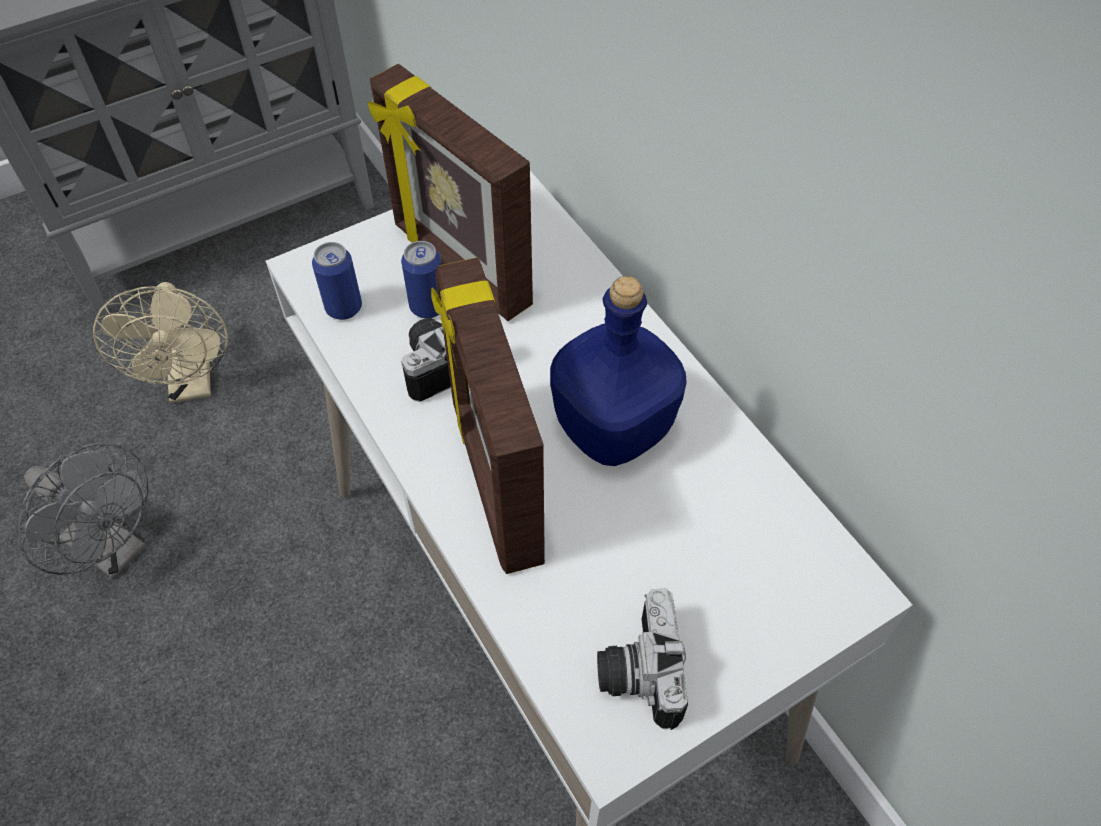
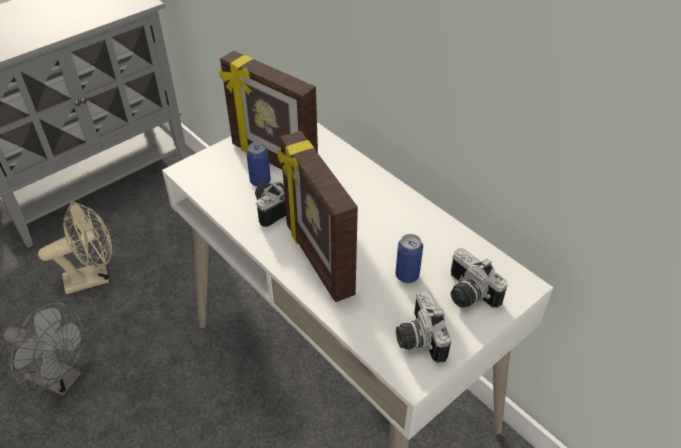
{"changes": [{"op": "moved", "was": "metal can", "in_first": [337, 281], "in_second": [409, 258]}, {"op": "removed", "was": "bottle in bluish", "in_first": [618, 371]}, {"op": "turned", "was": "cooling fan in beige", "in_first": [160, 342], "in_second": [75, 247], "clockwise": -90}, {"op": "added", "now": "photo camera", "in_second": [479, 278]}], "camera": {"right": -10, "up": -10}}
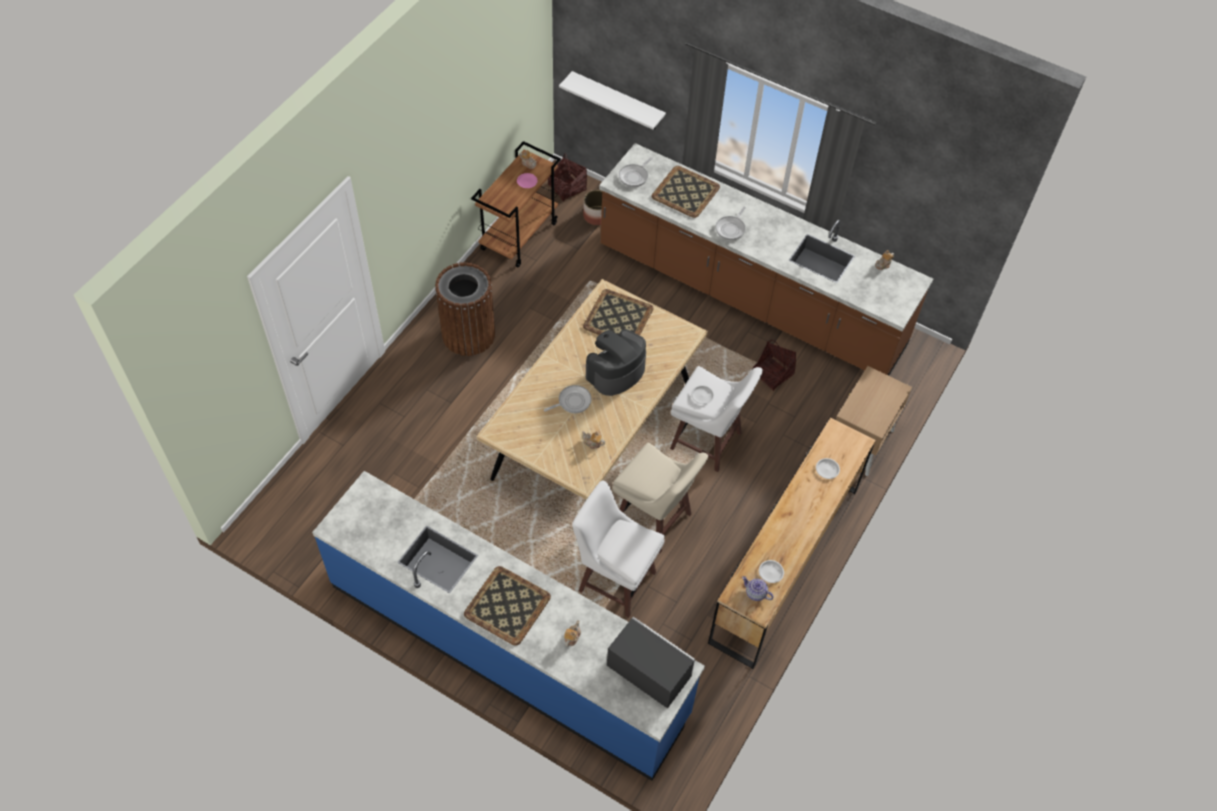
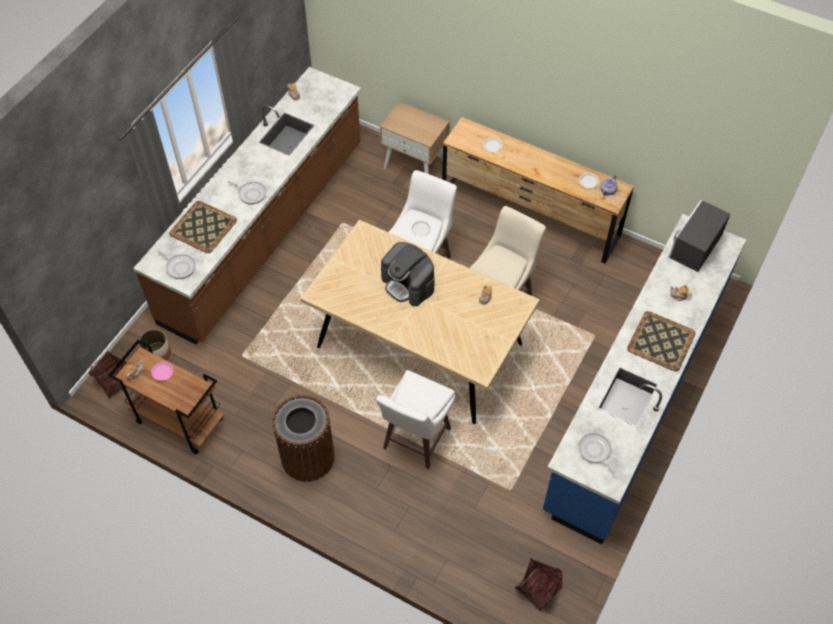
{"changes": [{"op": "removed", "was": "wall shelf in white", "in_first": [612, 100]}, {"op": "removed", "was": "carrying tray", "in_first": [618, 312]}, {"op": "moved", "was": "basket", "in_first": [774, 365], "in_second": [539, 584]}, {"op": "moved", "was": "pan", "in_first": [567, 399], "in_second": [596, 454]}, {"op": "moved", "was": "stool seat in white", "in_first": [618, 549], "in_second": [416, 419]}], "camera": {"right": -90, "up": 0}}
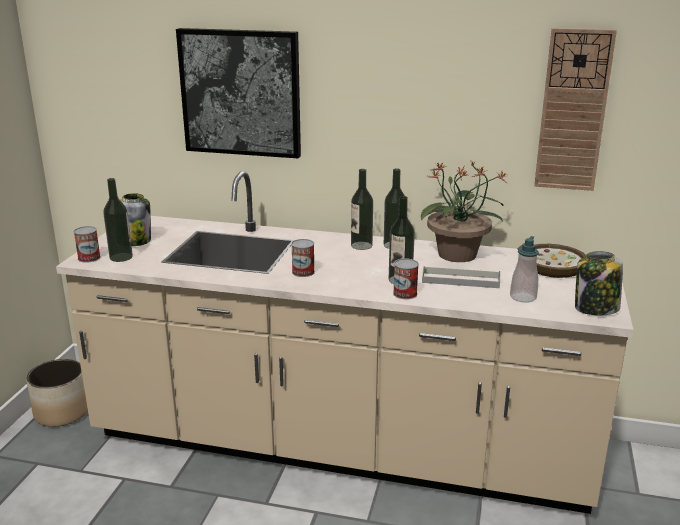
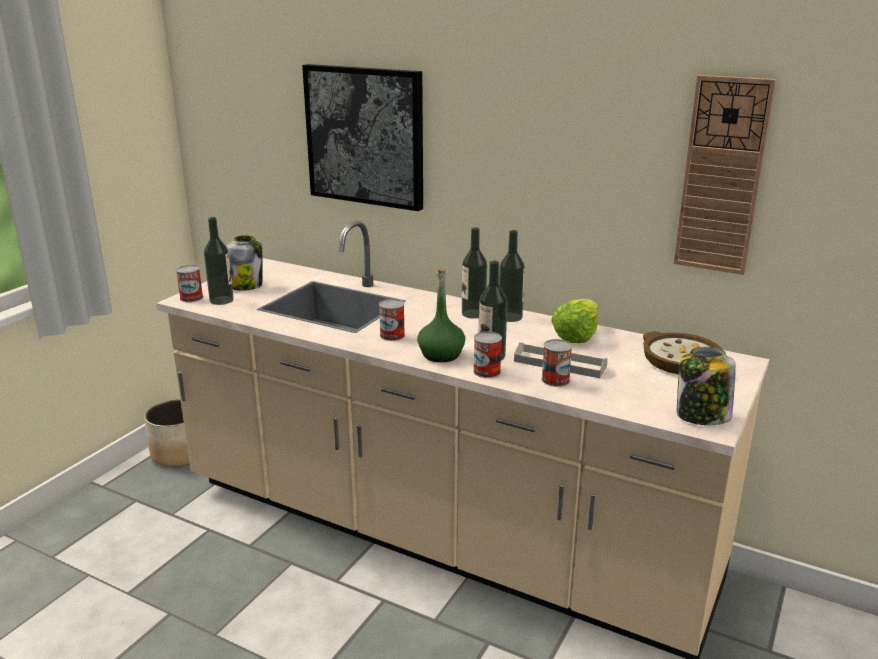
{"changes": [{"op": "replaced", "was": "houseplant", "now": "head of lettuce", "in_first": [464, 212], "in_second": [574, 321]}, {"op": "removed", "was": "liquid soap bottle", "in_first": [524, 269]}, {"op": "added", "now": "bottle in green", "in_second": [441, 314]}, {"op": "added", "now": "metal can", "in_second": [557, 363]}], "camera": {"right": 15, "up": 0}}
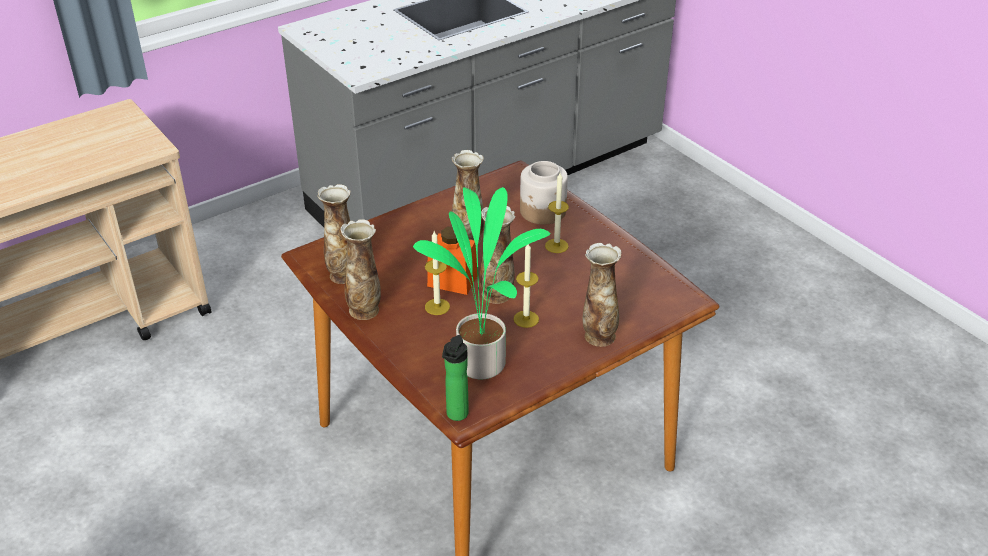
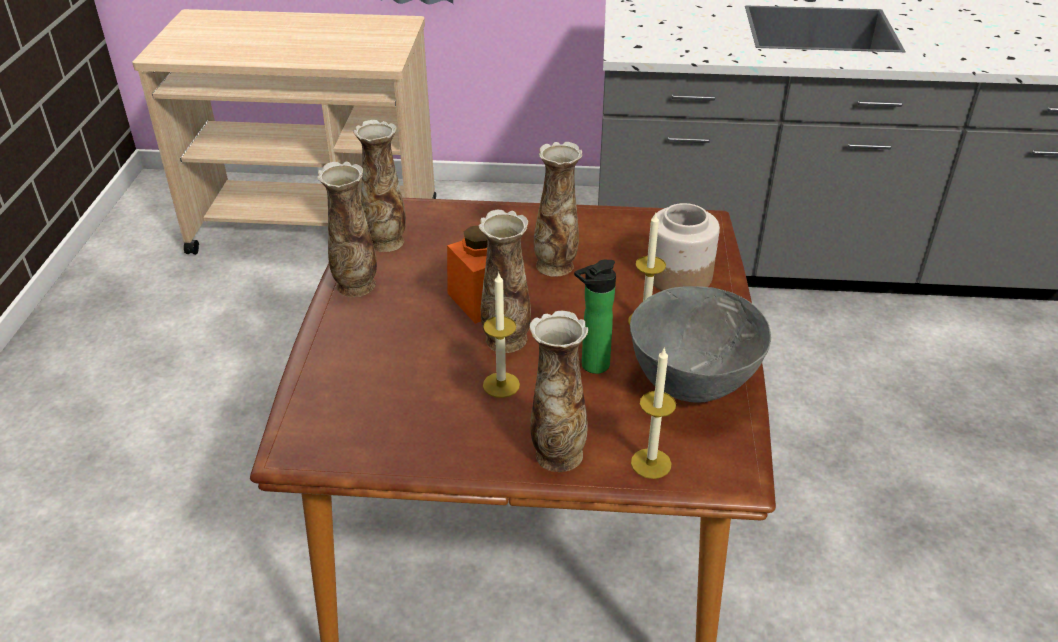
{"changes": [{"op": "removed", "was": "houseplant", "in_first": [482, 283]}, {"op": "moved", "was": "candle", "in_first": [437, 273], "in_second": [653, 413]}, {"op": "moved", "was": "bottle", "in_first": [455, 378], "in_second": [595, 317]}, {"op": "added", "now": "deep dish in greyish", "in_second": [700, 344]}], "camera": {"right": 40, "up": 0}}
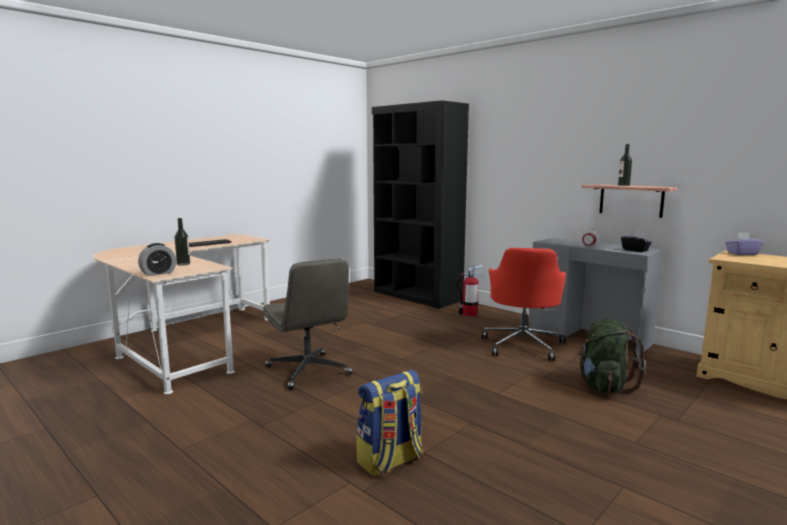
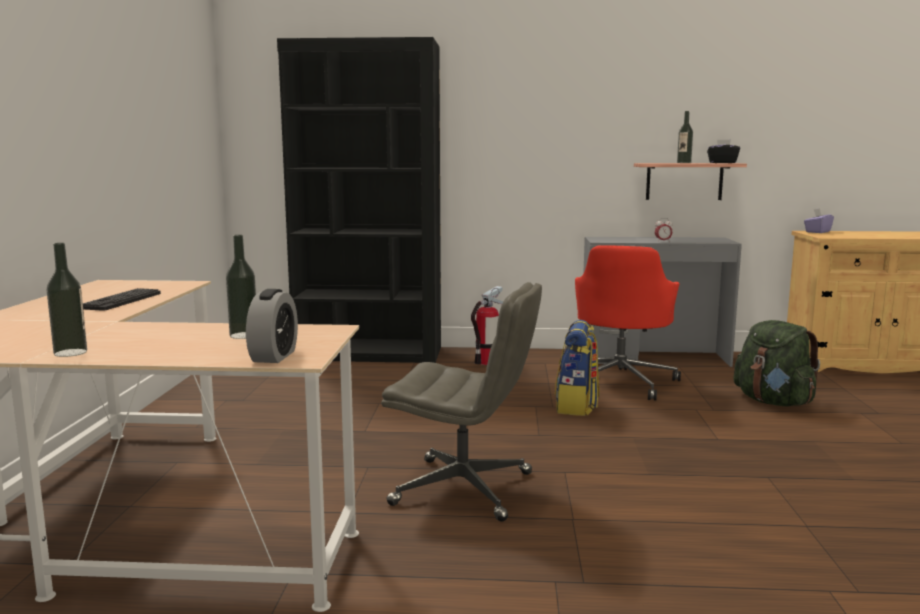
{"changes": [{"op": "moved", "was": "tissue holder in black", "in_first": [636, 241], "in_second": [723, 151]}, {"op": "turned", "was": "computer chair in red-coloured", "in_first": [524, 304], "in_second": [628, 323], "clockwise": 45}, {"op": "moved", "was": "rucksack", "in_first": [389, 423], "in_second": [577, 368]}, {"op": "added", "now": "bottle", "in_second": [67, 300]}], "camera": {"right": -40, "up": 0}}
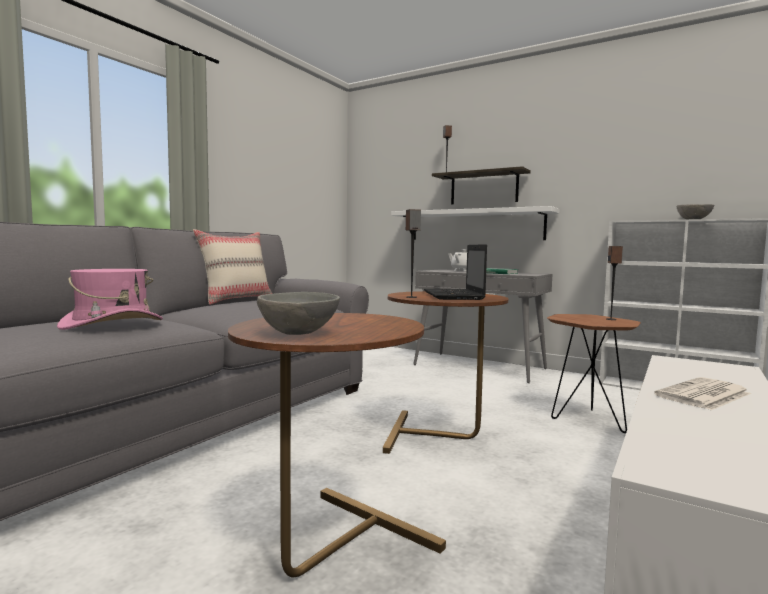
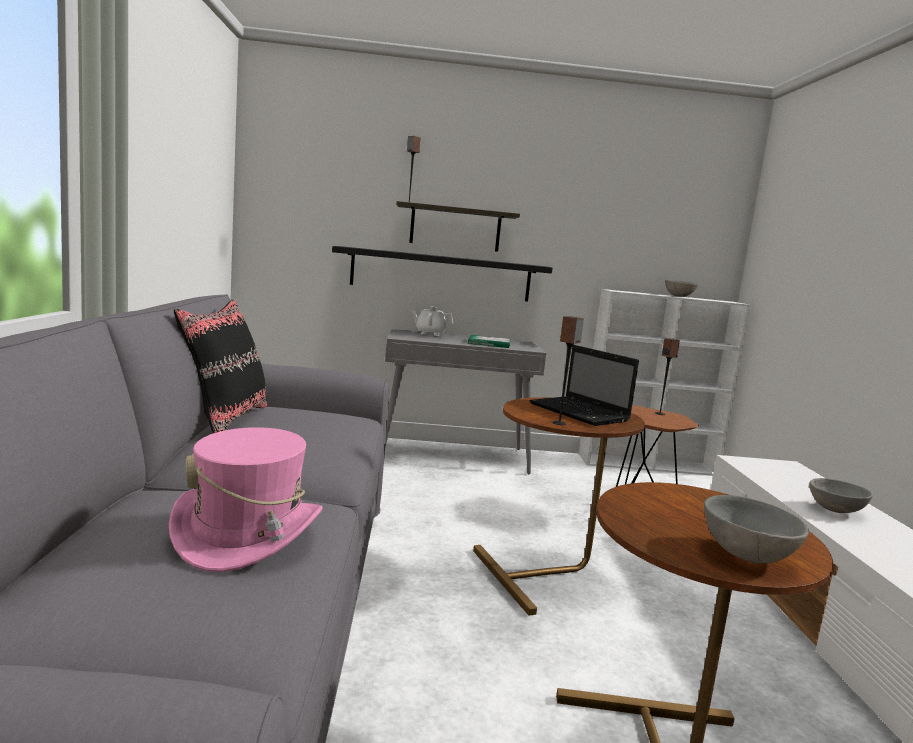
{"changes": [{"op": "recoloured", "was": "wall shelf in white", "now": "wall shelf in black", "in_first": [475, 223], "in_second": [442, 274]}, {"op": "recoloured", "was": "pillow in beige", "now": "pillow in black", "in_first": [232, 267], "in_second": [220, 366]}, {"op": "replaced", "was": "newspaper", "now": "deep dish in greyish", "in_first": [702, 393], "in_second": [841, 495]}], "camera": {"right": -35, "up": 5}}
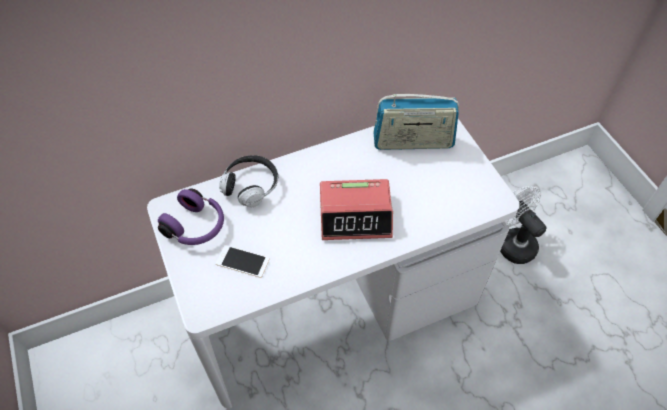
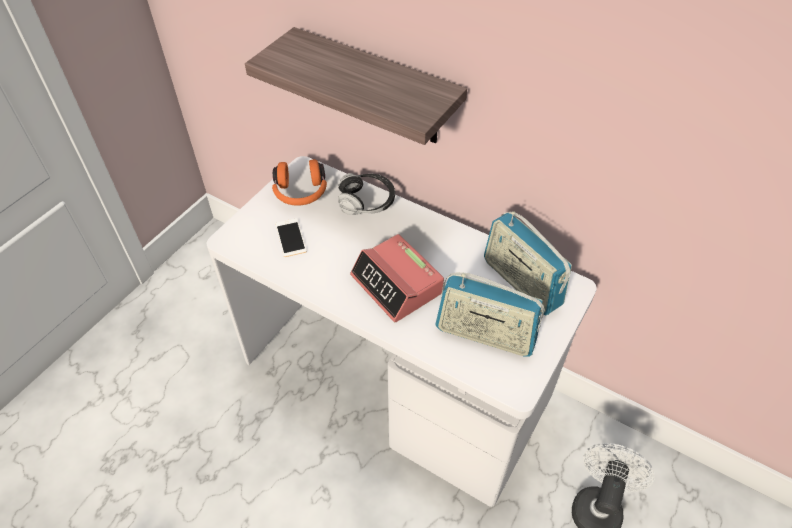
{"changes": [{"op": "recoloured", "was": "headset in purple", "now": "headset in orangey", "in_first": [191, 216], "in_second": [299, 182]}, {"op": "added", "now": "wall shelf", "in_second": [356, 86]}, {"op": "added", "now": "radio set", "in_second": [490, 314]}], "camera": {"right": 55, "up": -5}}
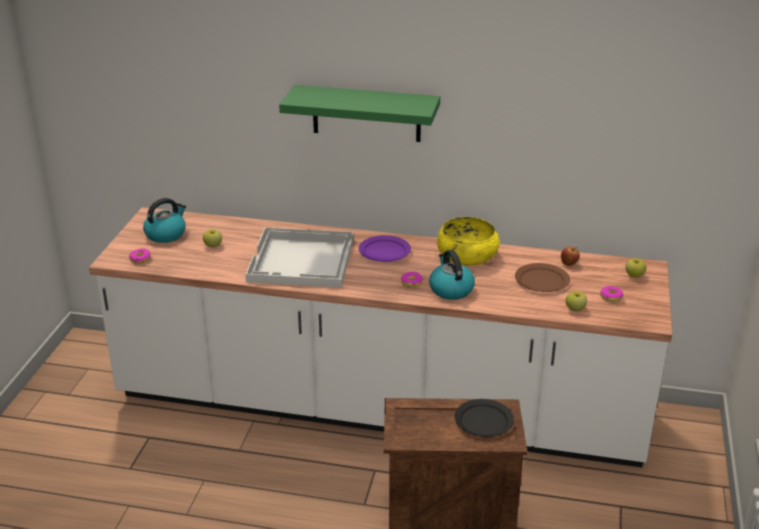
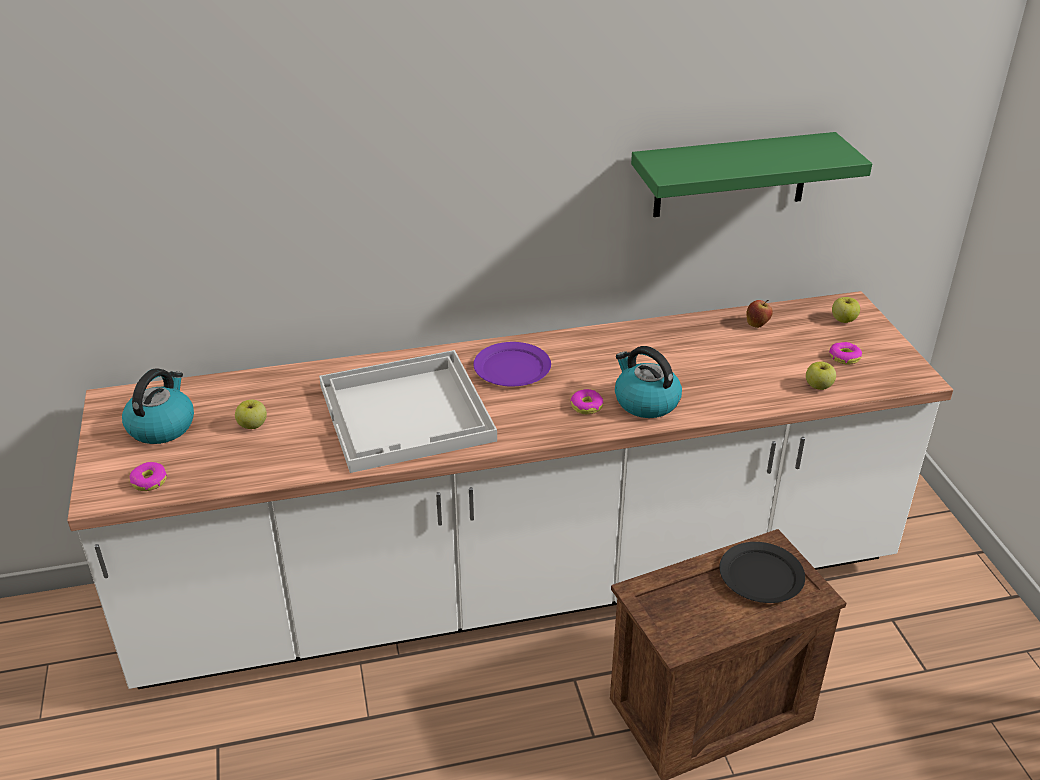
{"changes": [{"op": "moved", "was": "wall shelf in green", "in_first": [359, 113], "in_second": [751, 174]}, {"op": "removed", "was": "deep dish in yellowish", "in_first": [468, 241]}, {"op": "removed", "was": "plate in brown-coloured", "in_first": [542, 277]}], "camera": {"right": -25, "up": 5}}
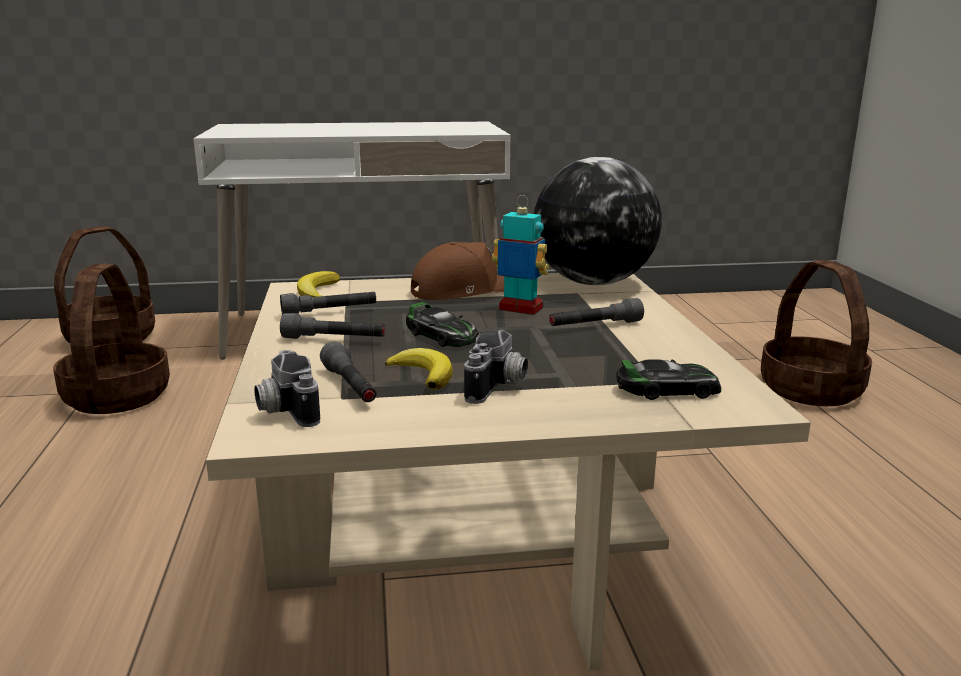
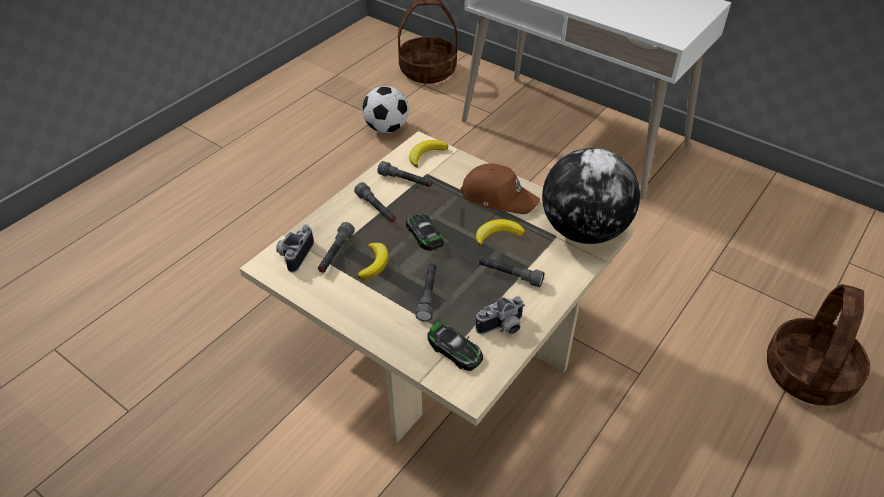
{"changes": [{"op": "replaced", "was": "toy robot", "now": "whole banana", "in_first": [520, 255], "in_second": [500, 232]}, {"op": "replaced", "was": "basket", "now": "ball for football", "in_first": [111, 338], "in_second": [385, 109]}, {"op": "turned", "was": "model car", "in_first": [442, 324], "in_second": [425, 232], "clockwise": 150}, {"op": "moved", "was": "photo camera", "in_first": [496, 367], "in_second": [500, 315]}, {"op": "added", "now": "flashlight in greyish", "in_second": [425, 293]}], "camera": {"right": 45, "up": 25}}
